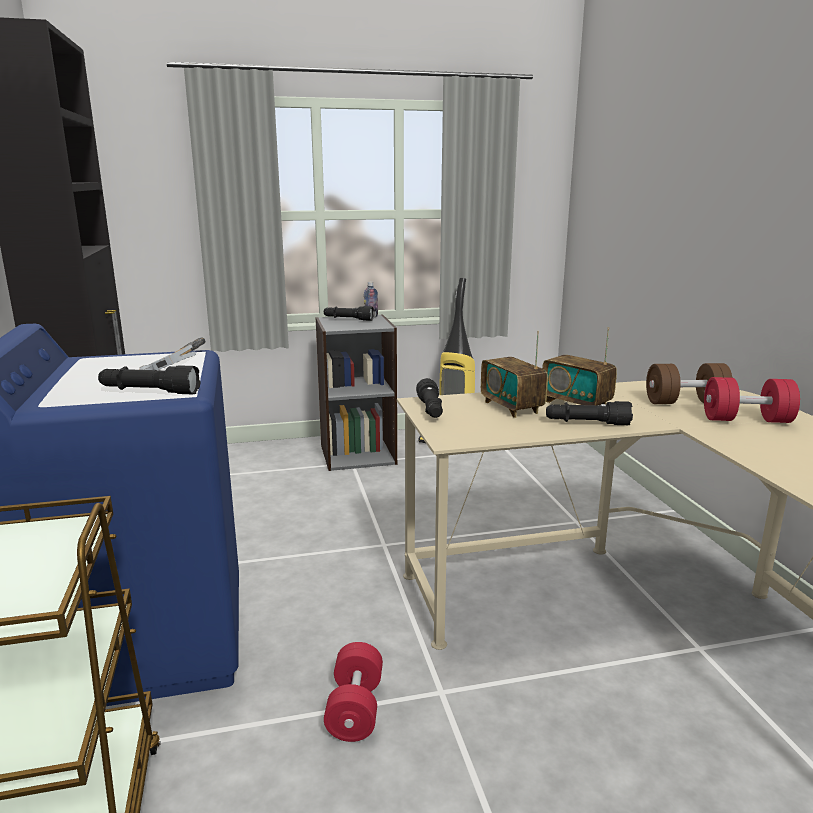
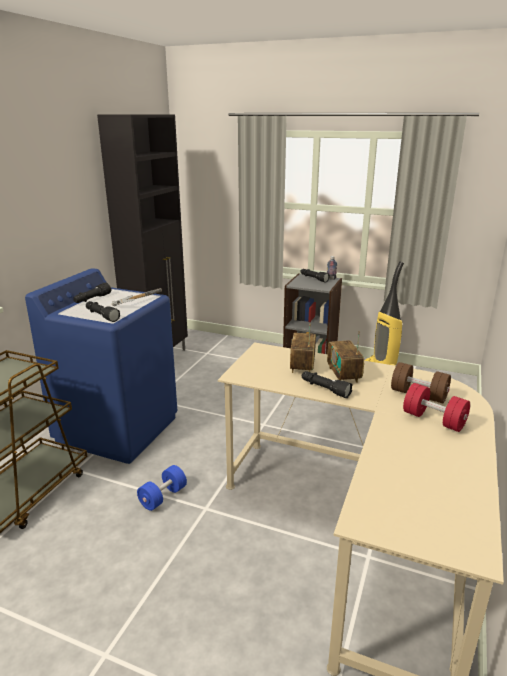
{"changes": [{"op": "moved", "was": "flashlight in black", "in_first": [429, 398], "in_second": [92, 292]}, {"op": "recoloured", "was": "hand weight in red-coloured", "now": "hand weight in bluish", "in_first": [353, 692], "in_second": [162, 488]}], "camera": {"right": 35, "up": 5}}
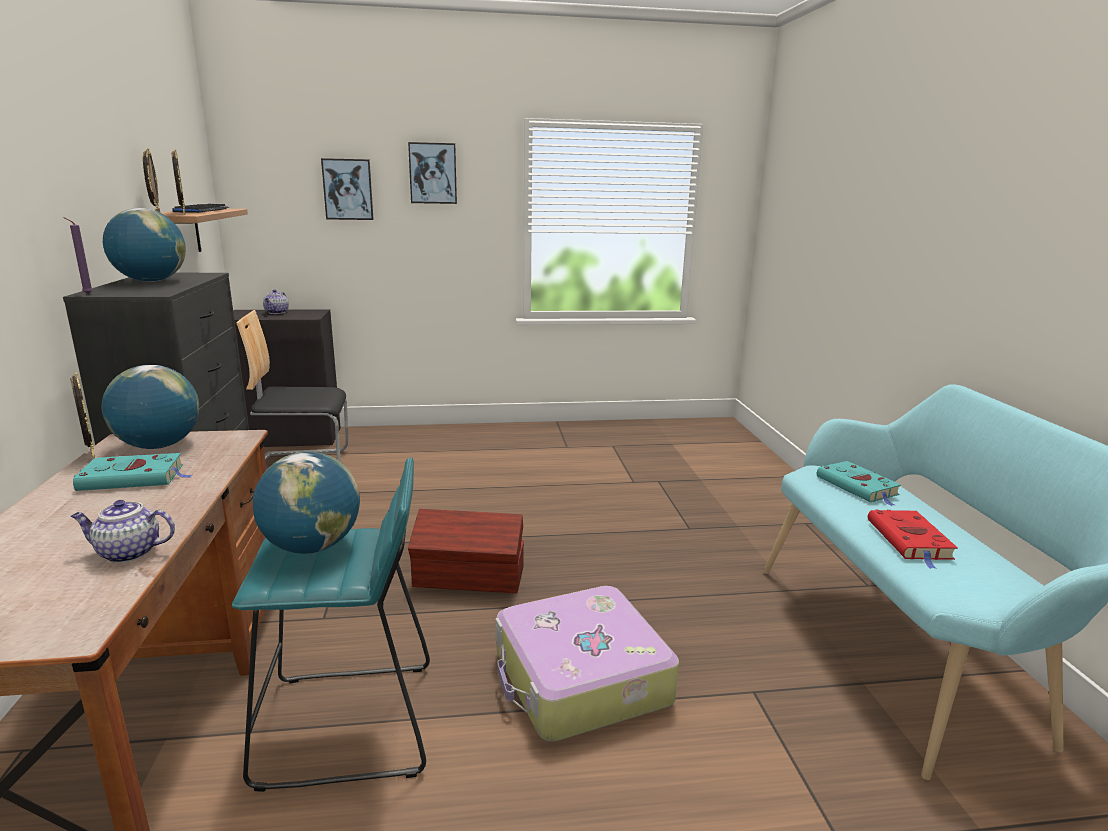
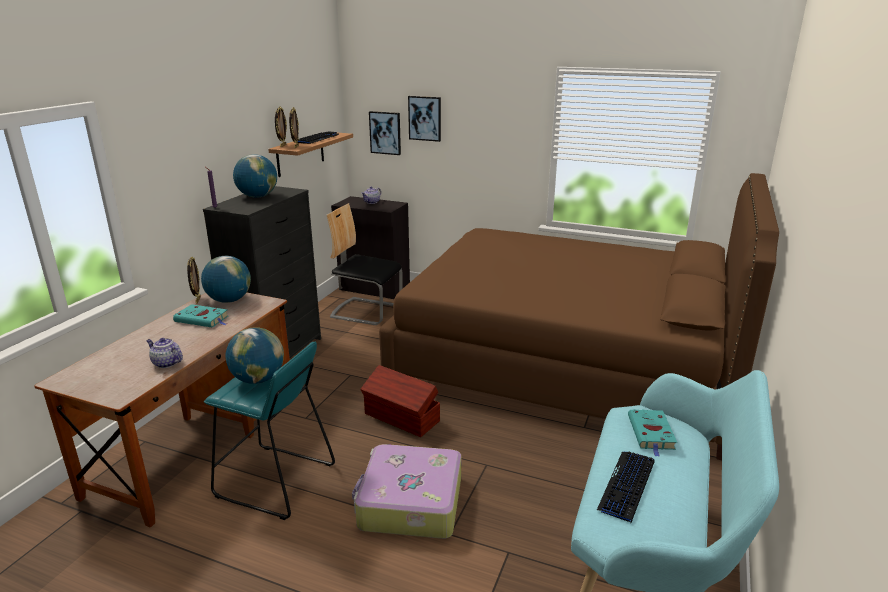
{"changes": [{"op": "moved", "was": "wall art", "in_first": [432, 173], "in_second": [385, 133]}, {"op": "replaced", "was": "book in red-coloured", "now": "PC keyboard", "in_first": [913, 539], "in_second": [626, 487]}, {"op": "added", "now": "bed in brown-coloured", "in_second": [579, 316]}], "camera": {"right": 30, "up": 5}}
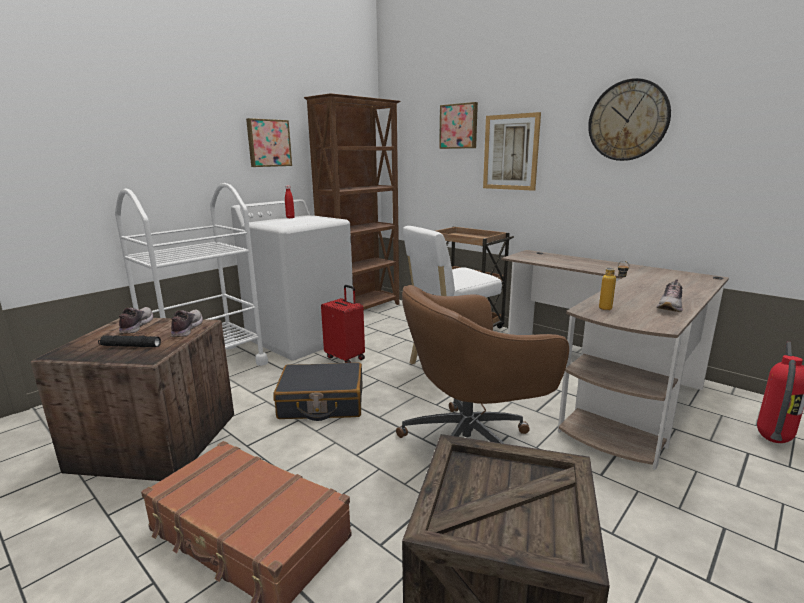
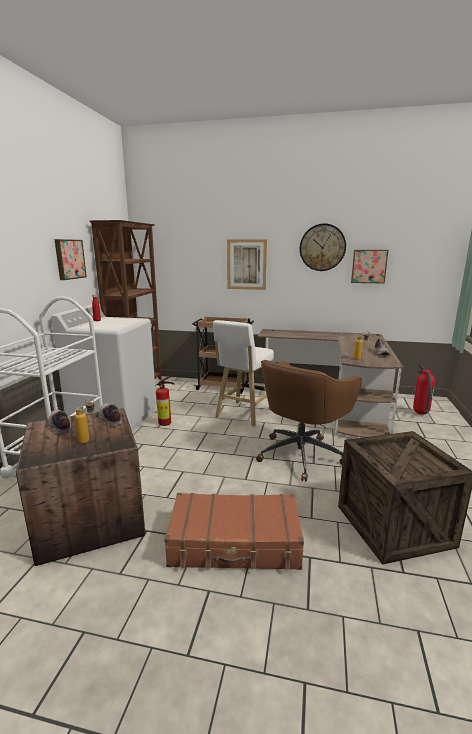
{"changes": [{"op": "moved", "was": "wall art", "in_first": [458, 125], "in_second": [369, 267]}, {"op": "replaced", "was": "piece of luggage in red-coloured", "now": "extinguisher", "in_first": [343, 324], "in_second": [165, 400]}, {"op": "replaced", "was": "flashlight in black", "now": "bottle", "in_first": [129, 341], "in_second": [85, 421]}, {"op": "removed", "was": "piece of luggage in black", "in_first": [317, 391]}], "camera": {"right": -30, "up": 0}}
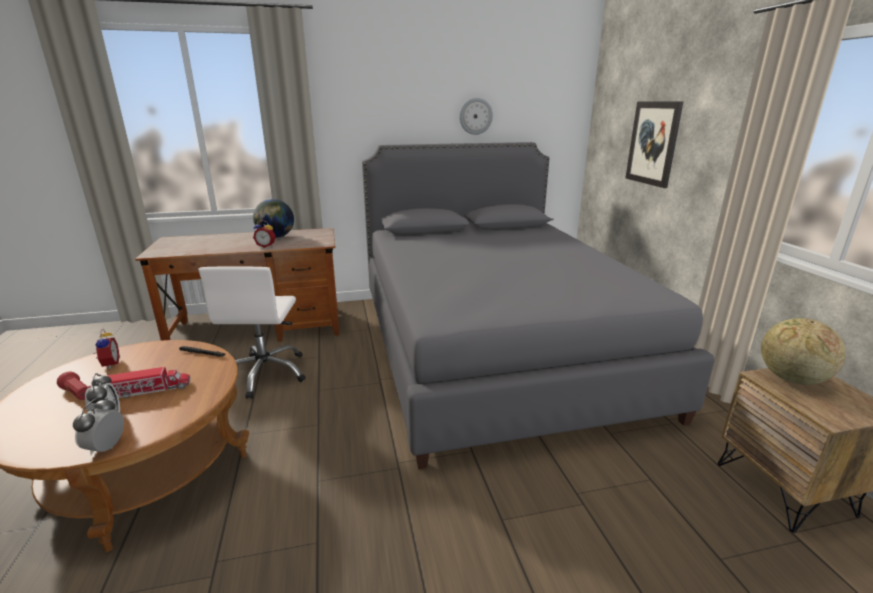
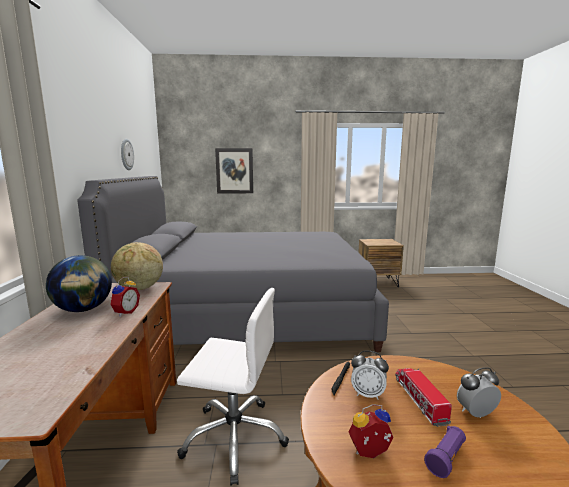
{"changes": [{"op": "moved", "was": "world globe", "in_first": [803, 351], "in_second": [137, 266]}, {"op": "recoloured", "was": "flashlight in red-coloured", "now": "flashlight in purple", "in_first": [74, 386], "in_second": [445, 452]}, {"op": "moved", "was": "bedside clock", "in_first": [98, 426], "in_second": [370, 375]}], "camera": {"right": -80, "up": -10}}
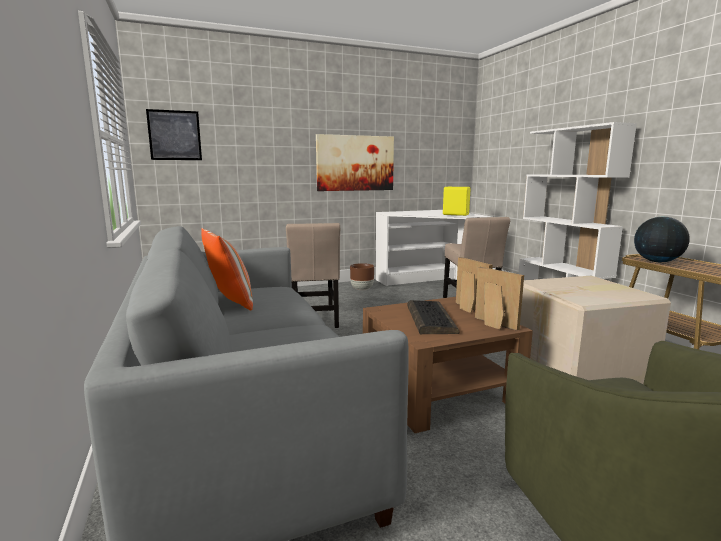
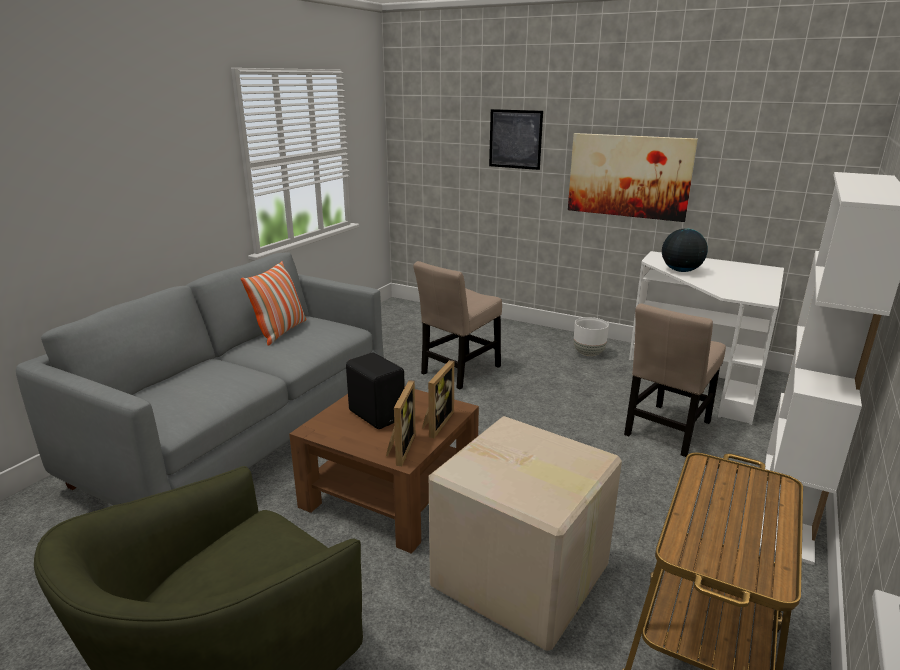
{"changes": [{"op": "moved", "was": "wall art", "in_first": [174, 134], "in_second": [516, 139]}, {"op": "removed", "was": "loudspeaker in yellowish", "in_first": [457, 201]}, {"op": "moved", "was": "world globe", "in_first": [662, 239], "in_second": [685, 250]}, {"op": "recoloured", "was": "planter in brown-coloured", "now": "planter in white", "in_first": [362, 276], "in_second": [591, 336]}, {"op": "replaced", "was": "PC keyboard", "now": "loudspeaker in black", "in_first": [434, 317], "in_second": [375, 390]}], "camera": {"right": 50, "up": 10}}
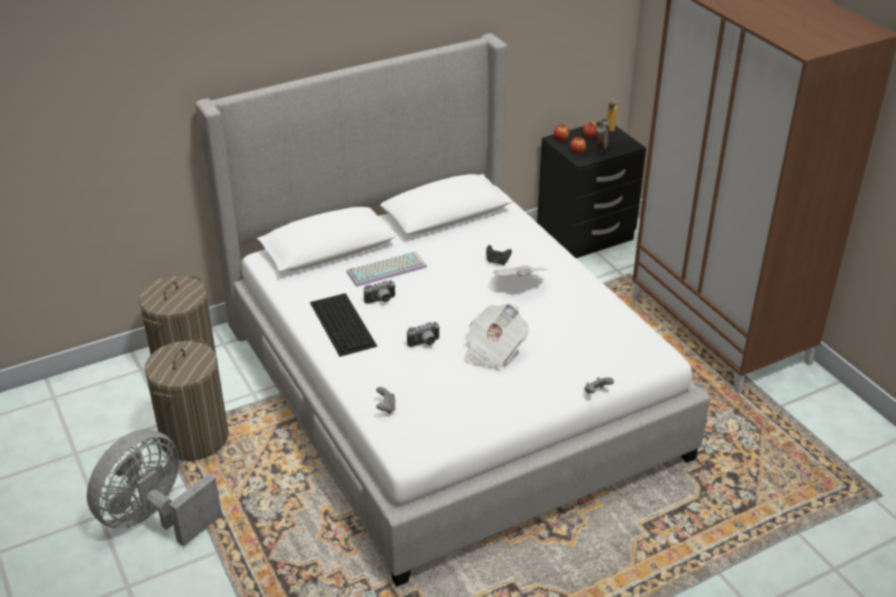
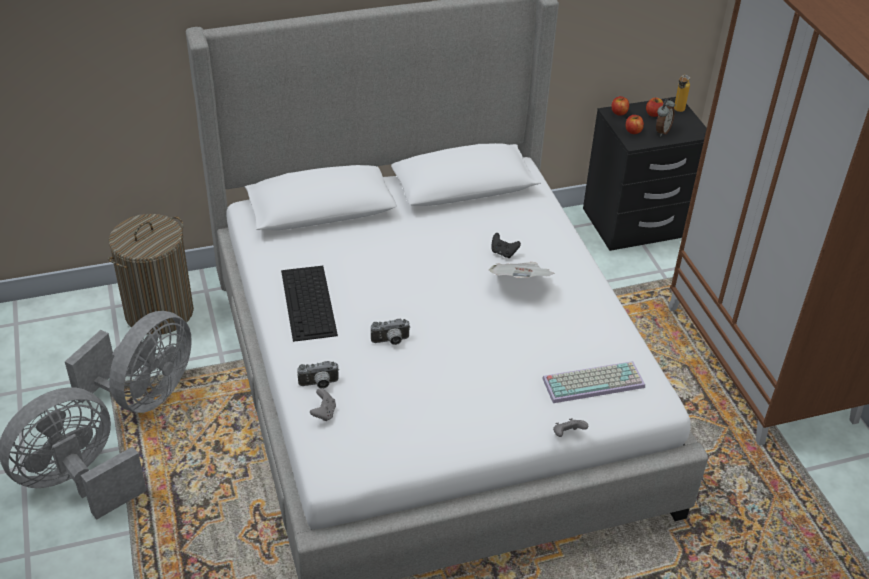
{"changes": [{"op": "moved", "was": "PC keyboard", "in_first": [387, 269], "in_second": [593, 382]}, {"op": "moved", "was": "photo camera", "in_first": [379, 292], "in_second": [318, 375]}, {"op": "removed", "was": "newspaper", "in_first": [496, 336]}, {"op": "replaced", "was": "washing basket", "now": "cooling fan in greyish", "in_first": [186, 400], "in_second": [128, 362]}], "camera": {"right": 10, "up": 5}}
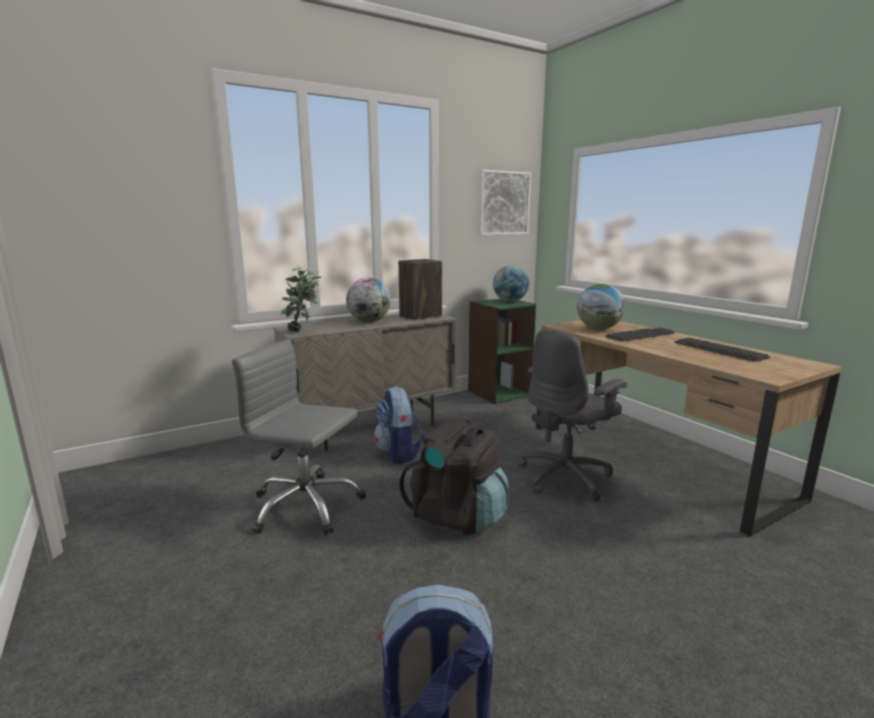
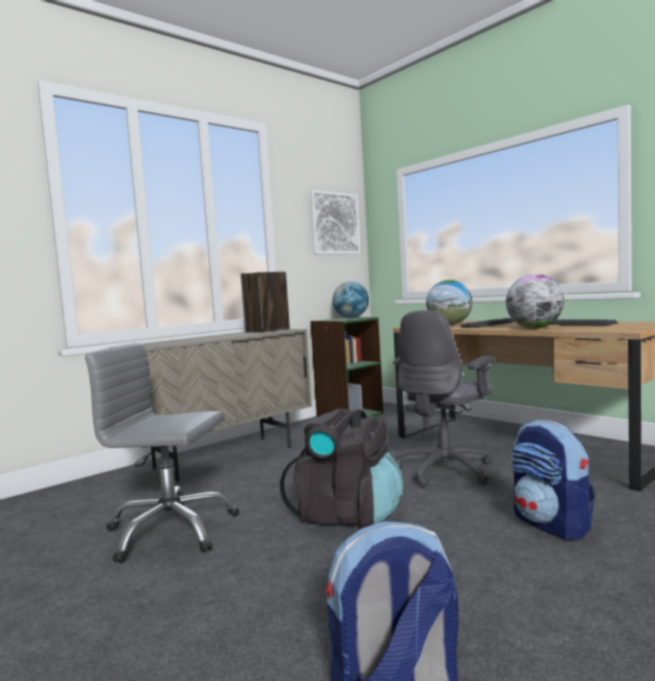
{"changes": [{"op": "removed", "was": "houseplant", "in_first": [301, 299]}, {"op": "moved", "was": "world globe", "in_first": [368, 300], "in_second": [535, 301]}, {"op": "moved", "was": "rucksack", "in_first": [399, 425], "in_second": [553, 480]}], "camera": {"right": -10, "up": -10}}
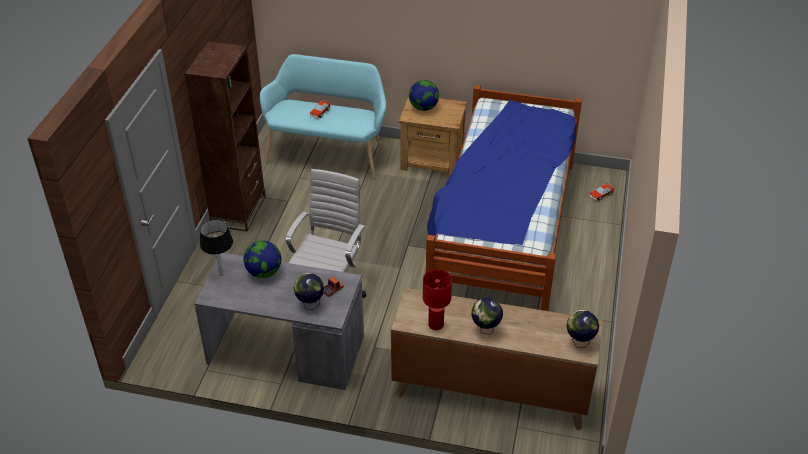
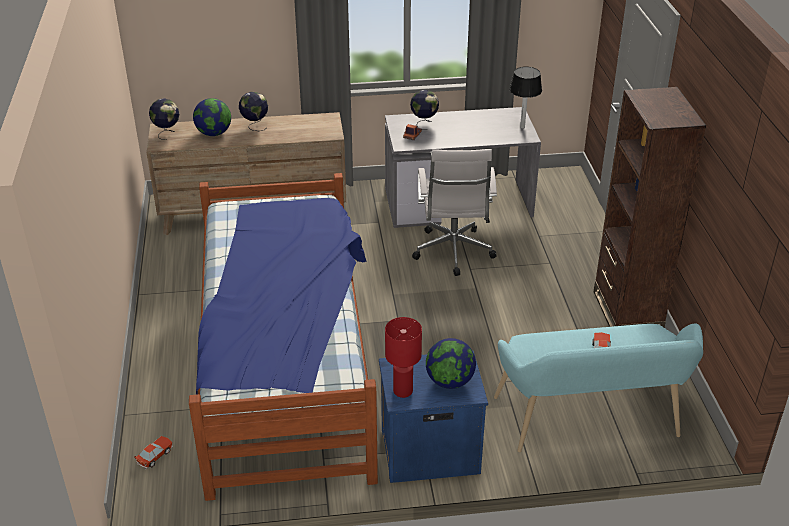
{"changes": [{"op": "recoloured", "was": "nightstand in brown-coloured", "now": "nightstand in bluish", "in_first": [433, 136], "in_second": [433, 417]}, {"op": "moved", "was": "world globe", "in_first": [262, 259], "in_second": [212, 117]}, {"op": "moved", "was": "lamp for a table in red-coloured", "in_first": [437, 299], "in_second": [403, 357]}], "camera": {"right": 160, "up": -5}}
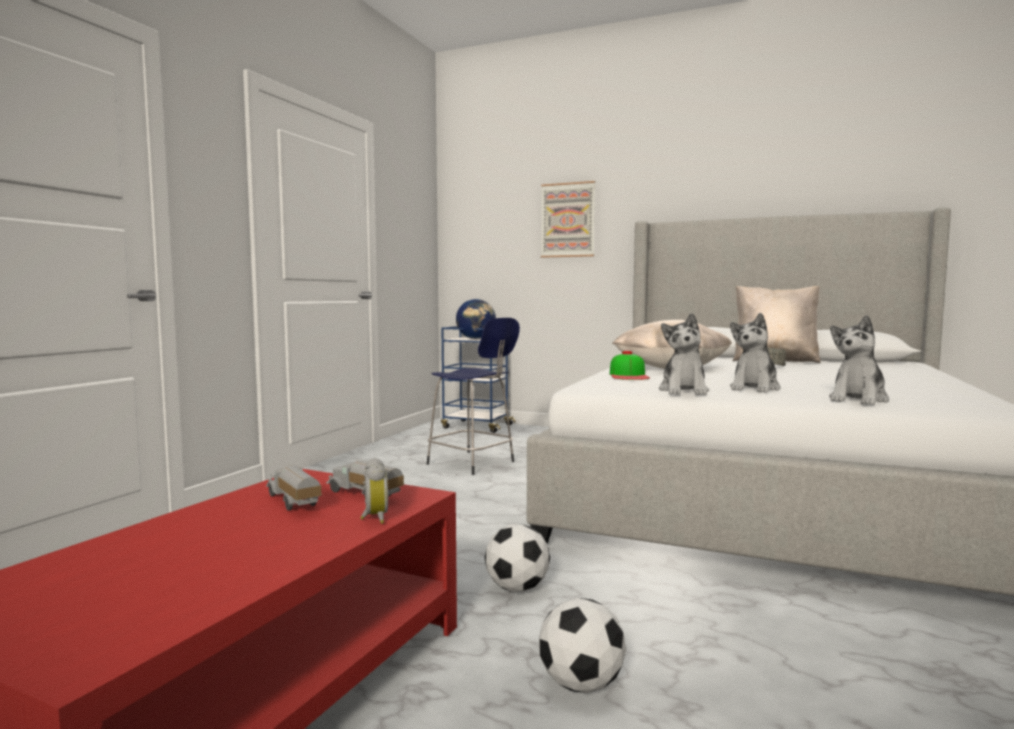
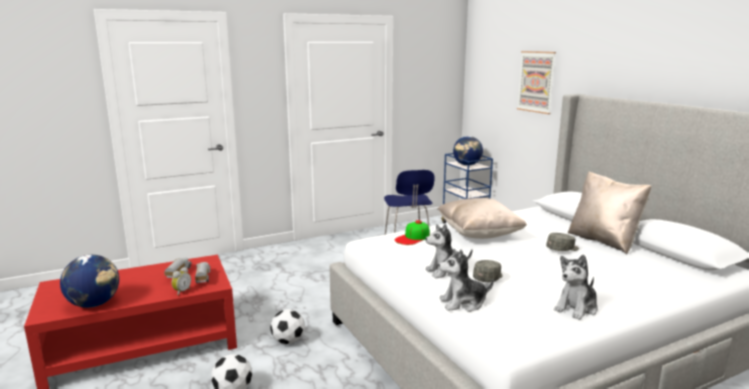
{"changes": [{"op": "moved", "was": "cuddly toy", "in_first": [684, 354], "in_second": [576, 287]}, {"op": "added", "now": "world globe", "in_second": [89, 281]}, {"op": "added", "now": "baseball cap in greyish", "in_second": [488, 271]}], "camera": {"right": 40, "up": 10}}
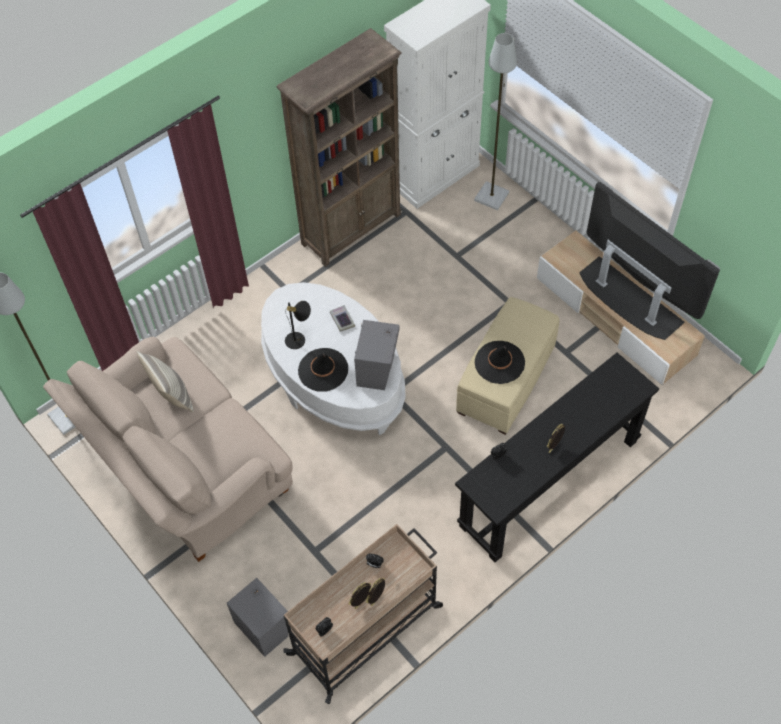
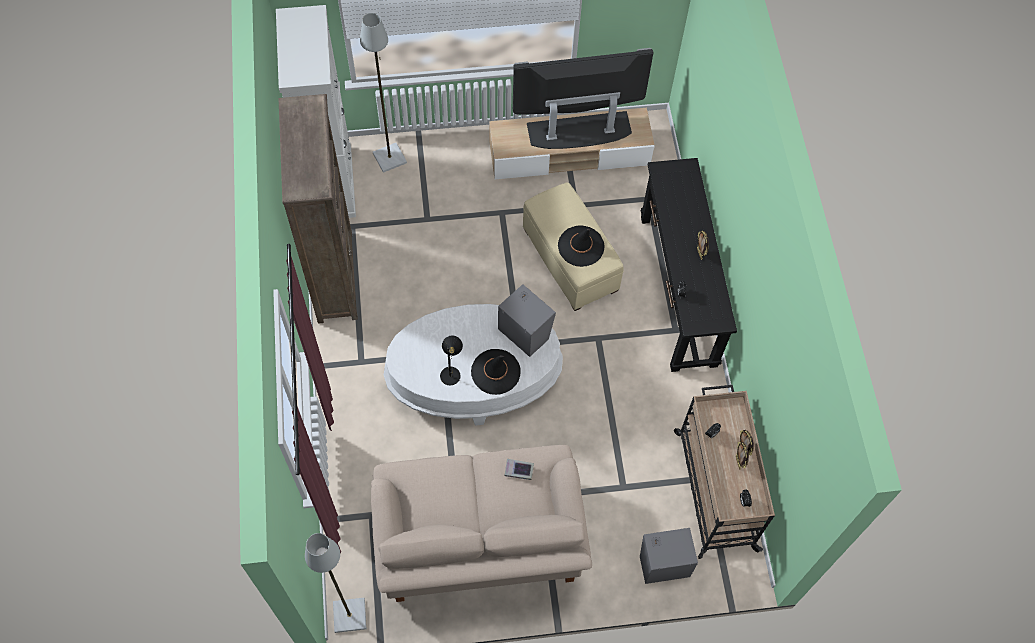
{"changes": [{"op": "moved", "was": "book", "in_first": [342, 318], "in_second": [519, 469]}, {"op": "removed", "was": "pillow", "in_first": [165, 382]}], "camera": {"right": -60, "up": 5}}
